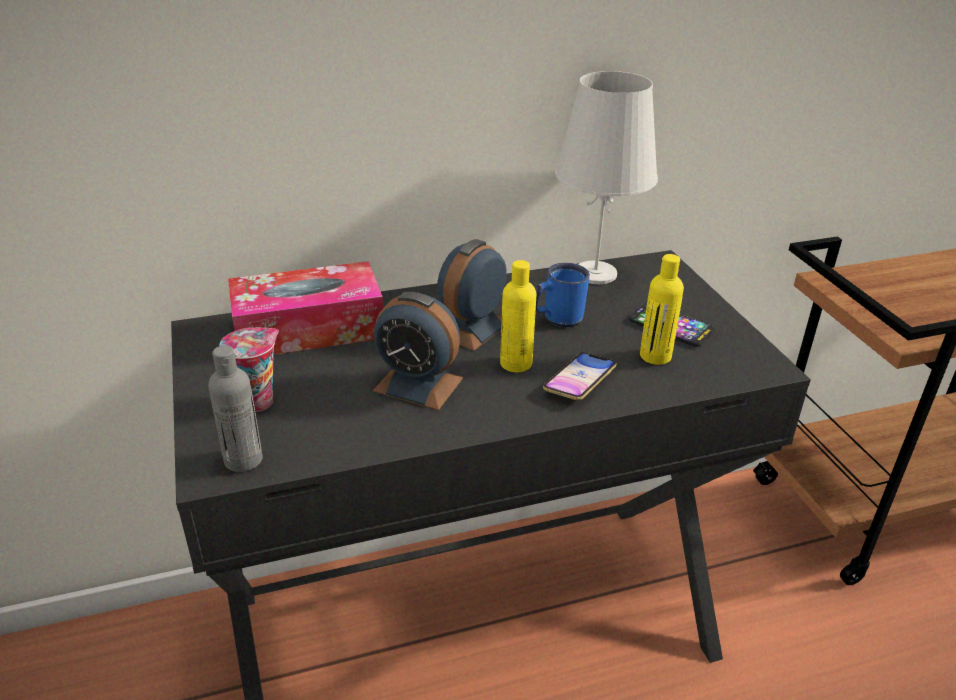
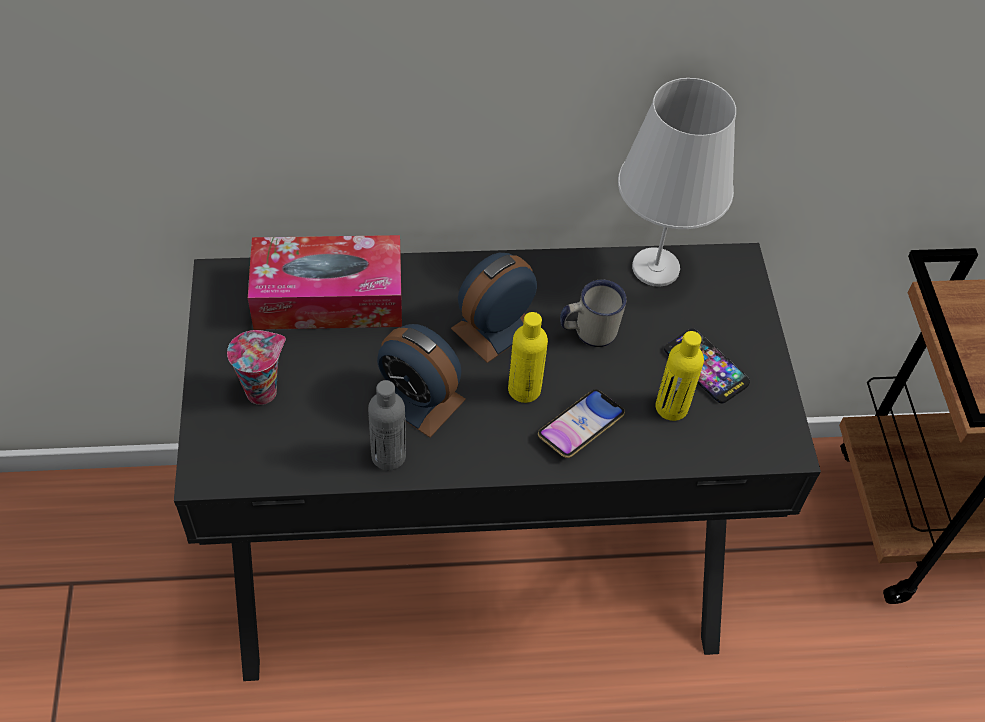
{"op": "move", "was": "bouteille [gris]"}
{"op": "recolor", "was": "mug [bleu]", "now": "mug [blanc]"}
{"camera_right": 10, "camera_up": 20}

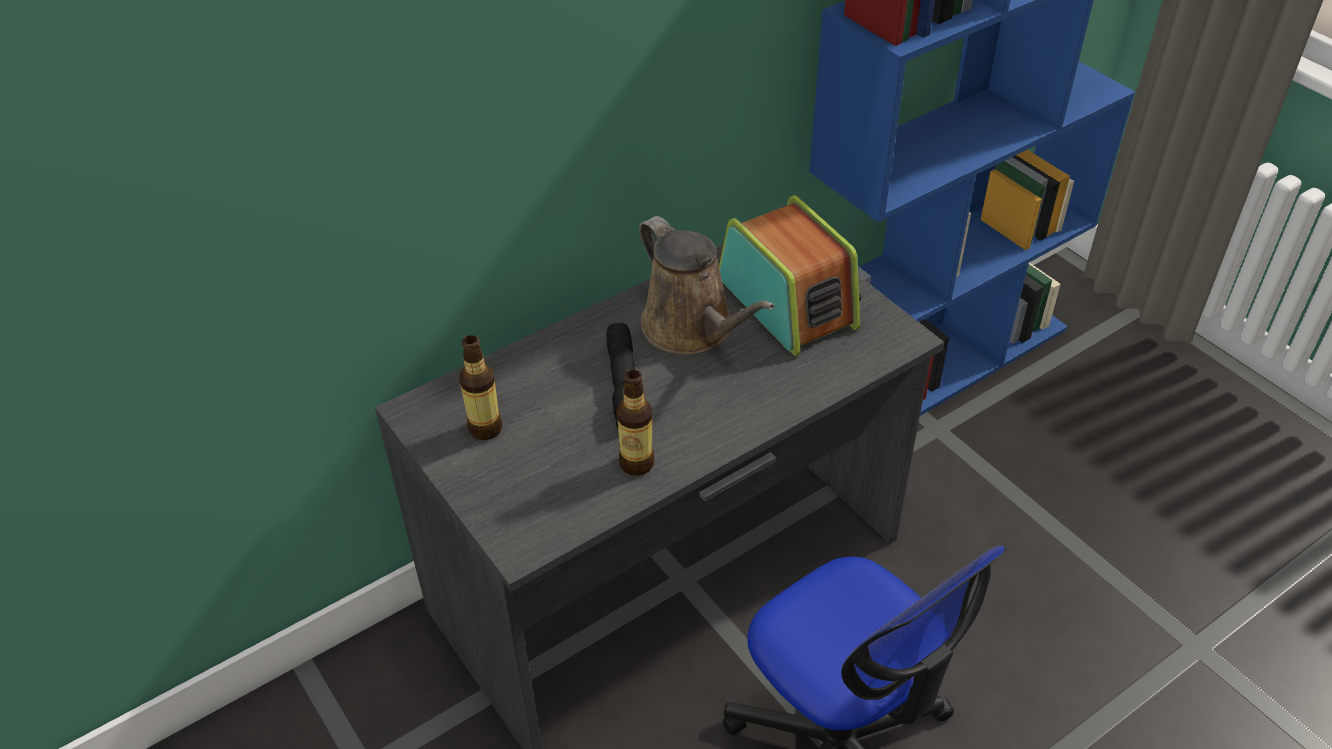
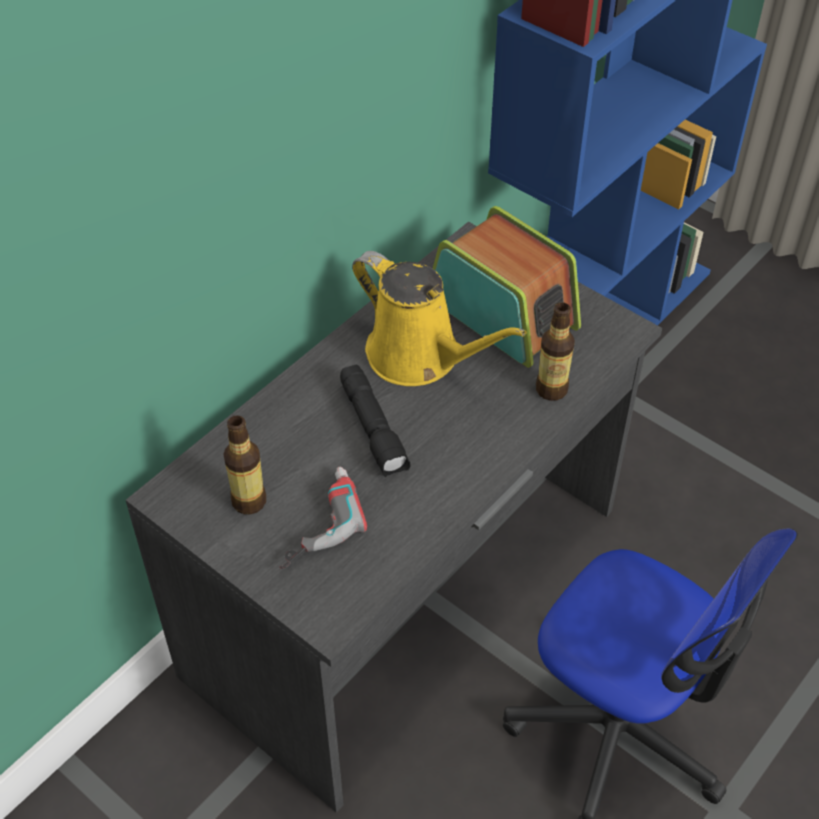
{"op": "insert", "now": "perceuse"}
{"op": "recolor", "was": "arrosoir [marron]", "now": "arrosoir [jaune]"}
{"op": "move", "was": "bouteille (2nd from left)"}
{"camera_right": -15, "camera_up": 5}

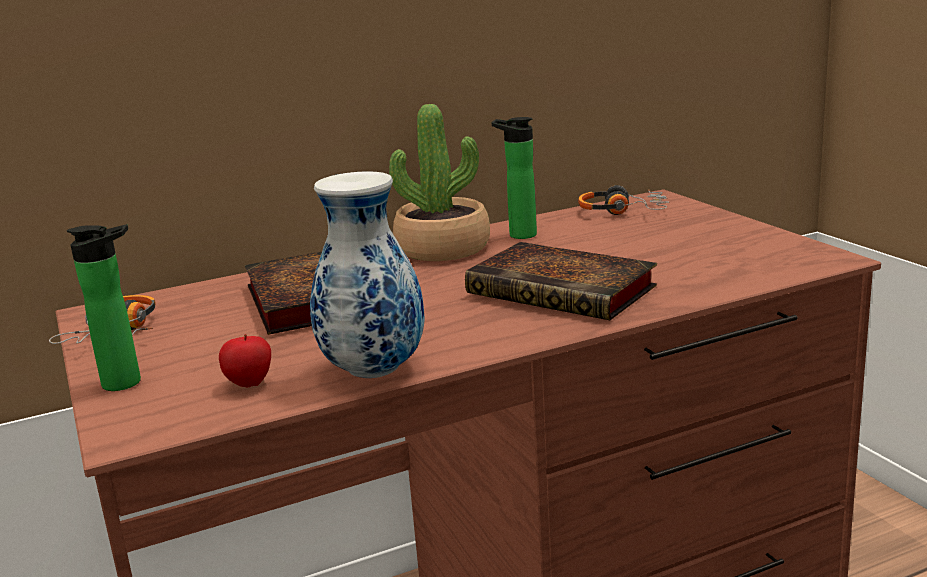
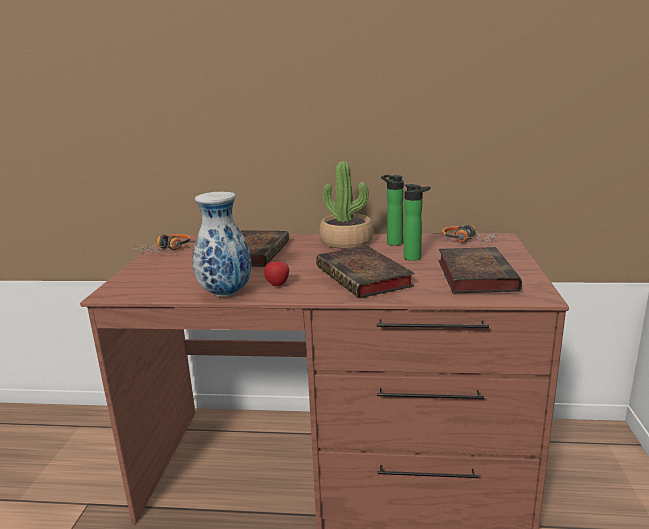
{"op": "move", "was": "pomme"}
{"op": "move", "was": "bouteille (1st from left in the first image)", "now": "bouteille (2nd from left)"}
{"op": "insert", "now": "livre (3rd from left)"}
{"camera_right": 30, "camera_up": 0}

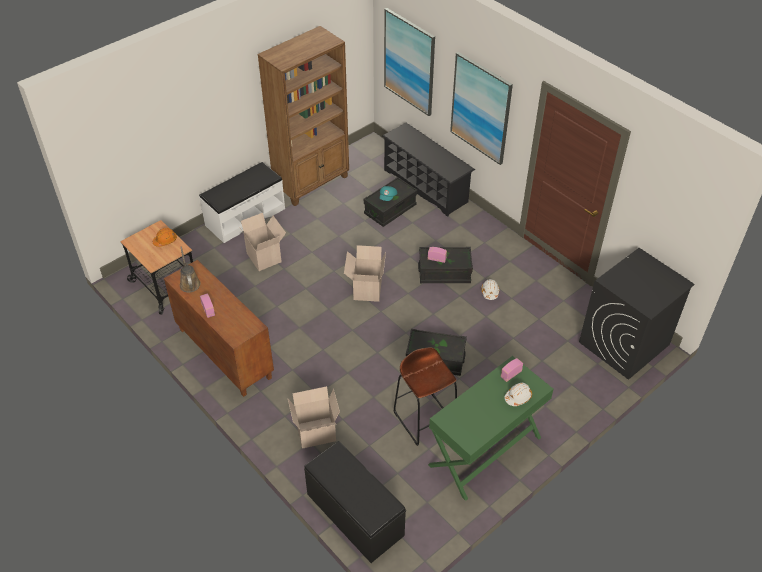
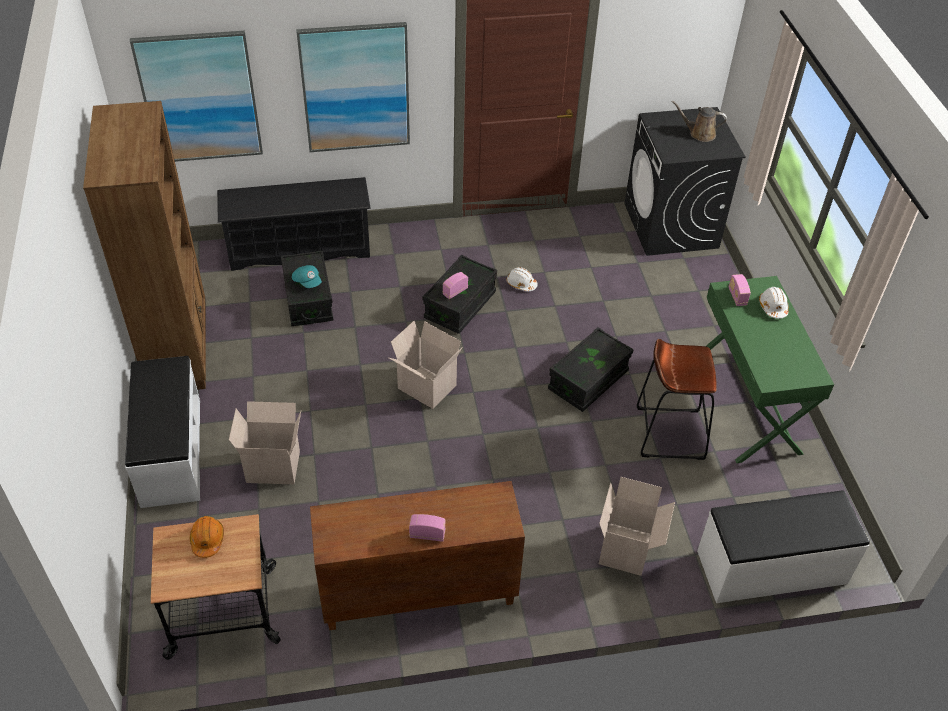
{"op": "move", "was": "arrosoir [marron]"}
{"op": "recolor", "was": "banc [noir]", "now": "banc [blanc] (2nd from left)"}
{"camera_right": -60, "camera_up": 0}

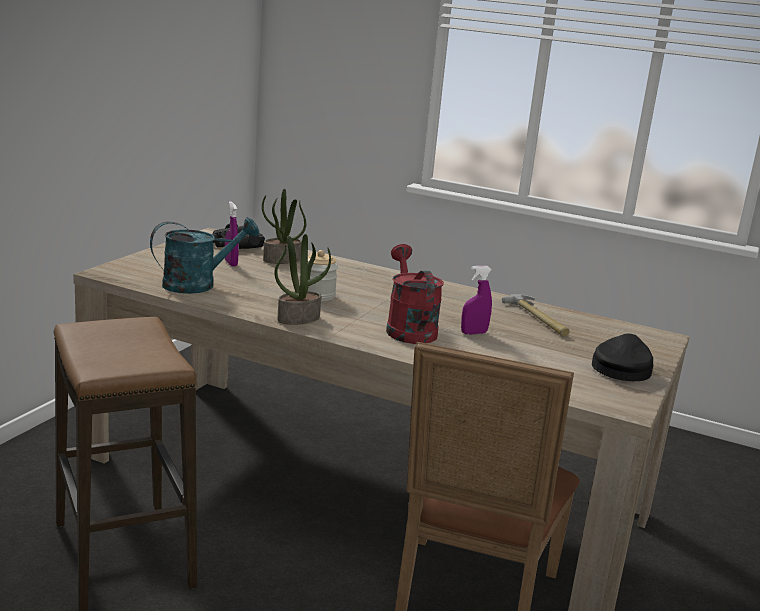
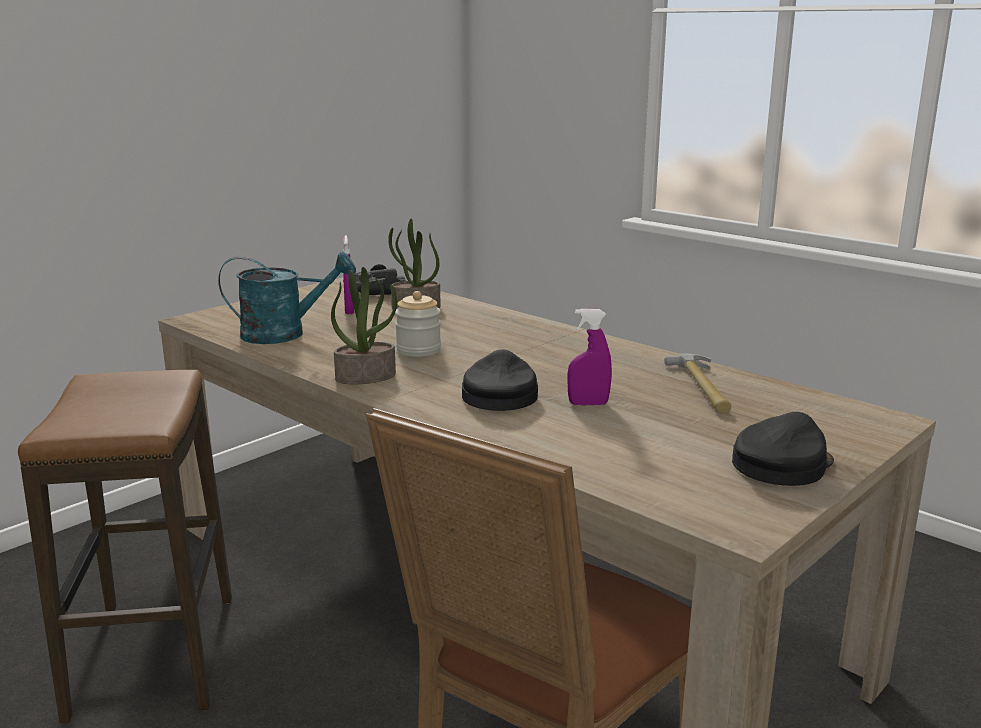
{"op": "replace", "was": "arrosoir [rouge]", "now": "casquette [noir] (1st from left)"}
{"camera_right": 20, "camera_up": 0}

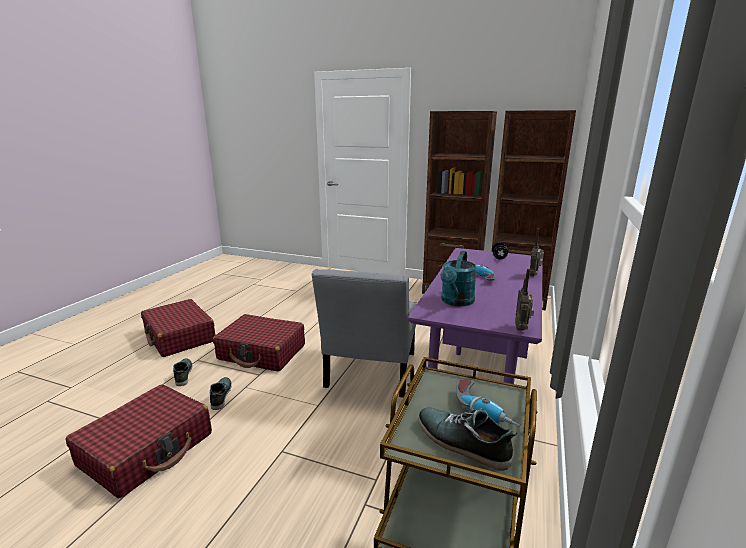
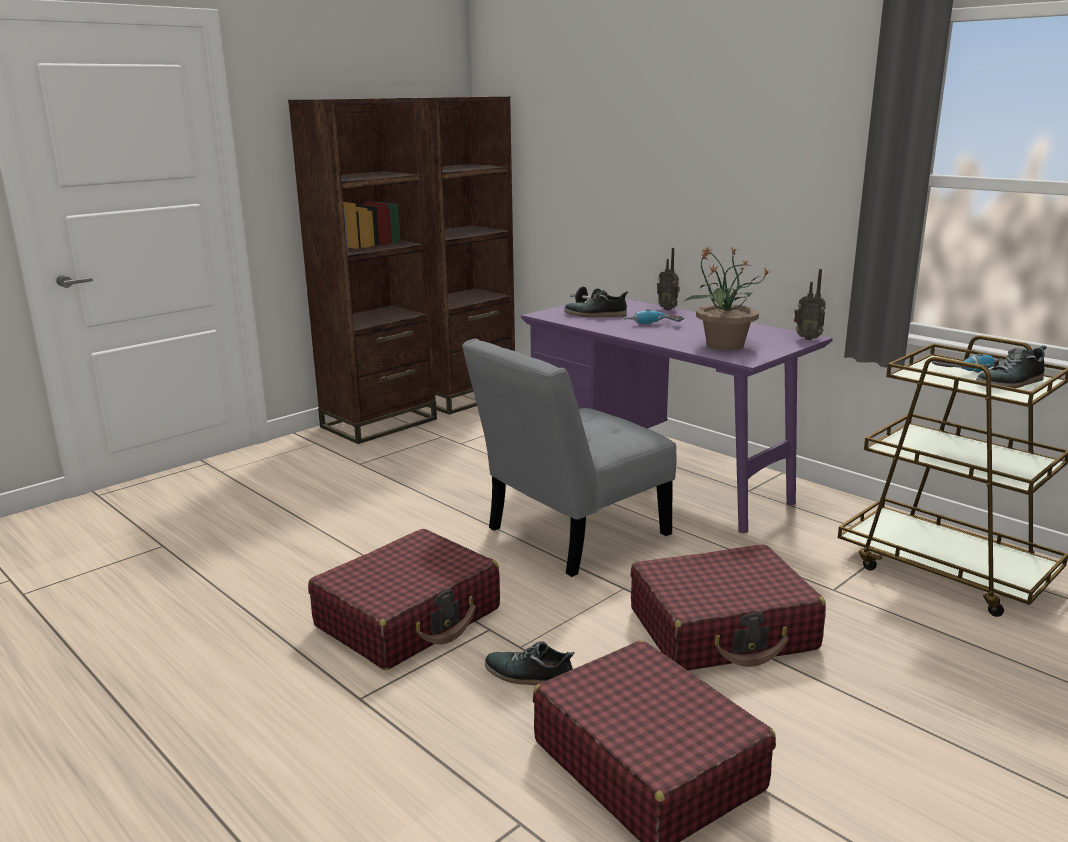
{"op": "rotate", "was": "chaise [gris]", "clockwise": 105}
{"op": "move", "was": "chaussure (1st from left in the first image)", "now": "chaussure (2nd from left)"}
{"op": "move", "was": "valise [rouge] (2nd from left in the first image)", "now": "valise [rouge] (3rd from left)"}
{"op": "replace", "was": "arrosoir [turquoise]", "now": "plante en pot"}
{"camera_right": -65, "camera_up": 0}

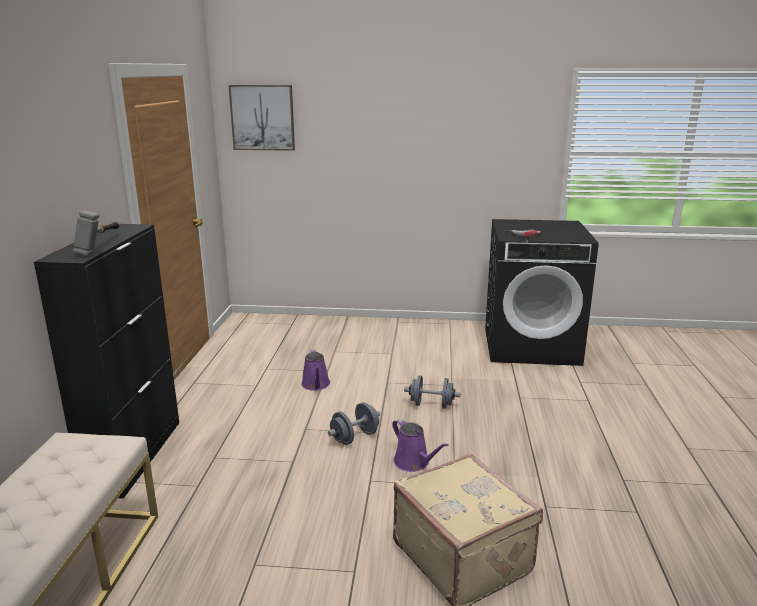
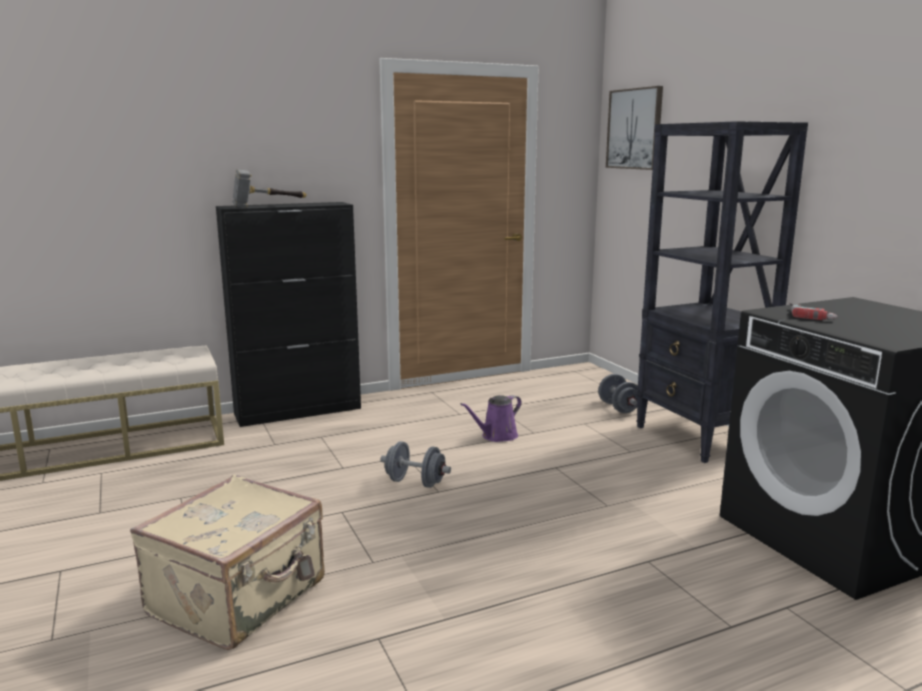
{"op": "move", "was": "haltère [gris] (2nd from left)"}
{"op": "insert", "now": "bibliothèque [noir]"}
{"op": "delete", "was": "arrosoir [violet] (2nd from left)"}
{"camera_right": 60, "camera_up": -5}

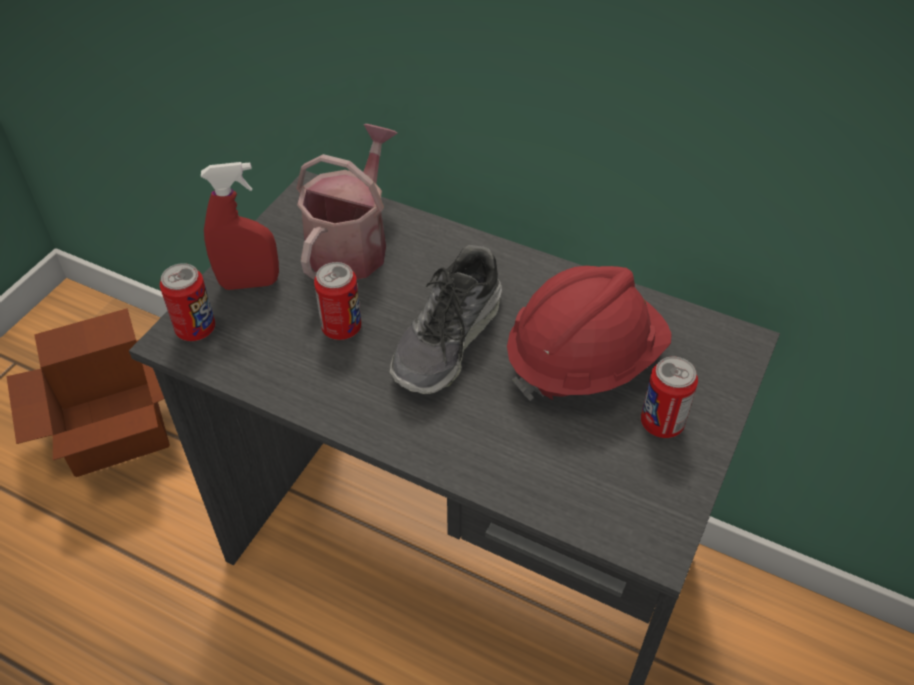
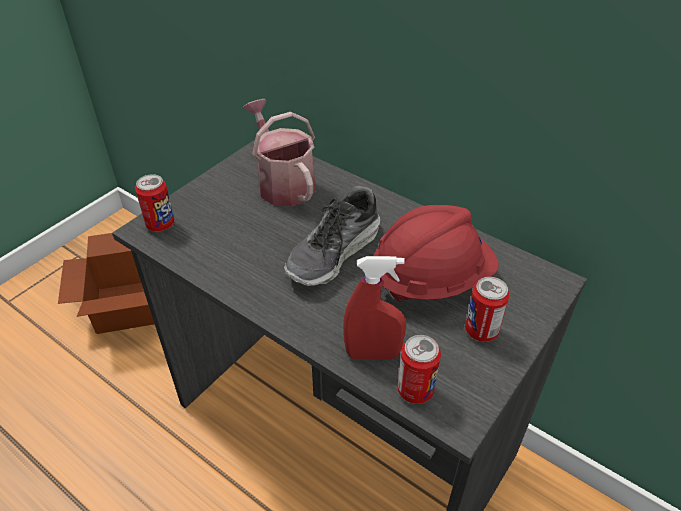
{"op": "rotate", "was": "arrosoir", "clockwise": -60}
{"op": "move", "was": "vaporisateur [rouge]"}
{"op": "move", "was": "boîte métallique (2nd from left)"}
{"camera_right": 10, "camera_up": -5}

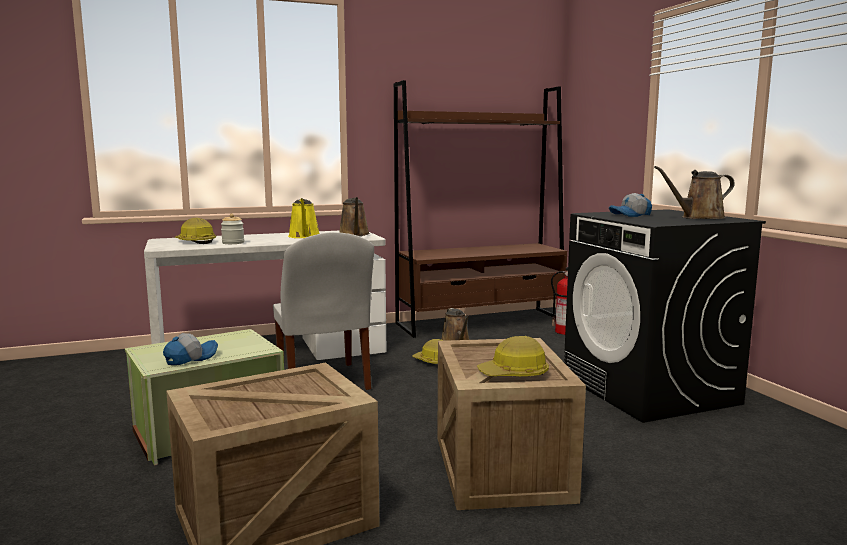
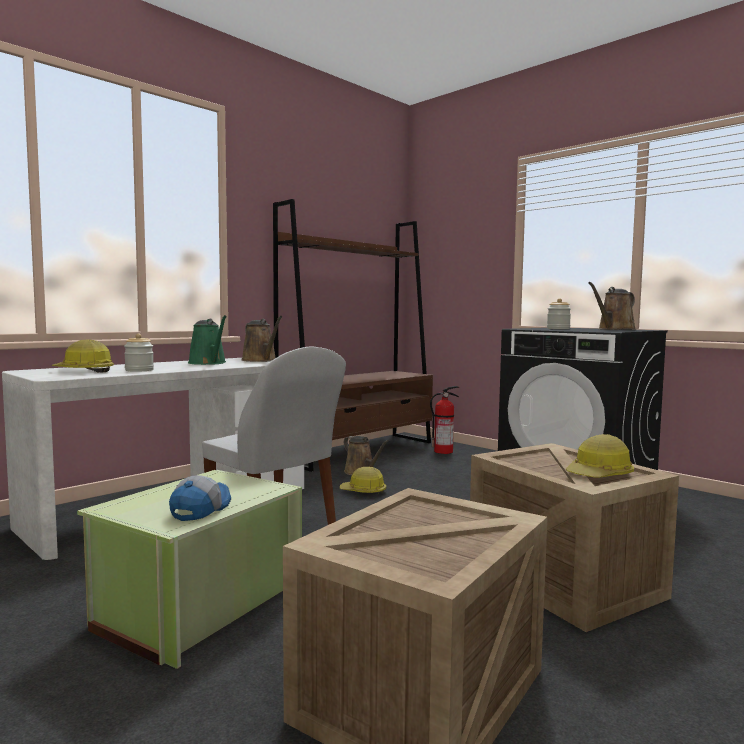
{"op": "recolor", "was": "arrosoir [jaune]", "now": "arrosoir [vert]"}
{"op": "replace", "was": "casquette (2nd from left)", "now": "bocal (2nd from left)"}
{"camera_right": -25, "camera_up": -5}

